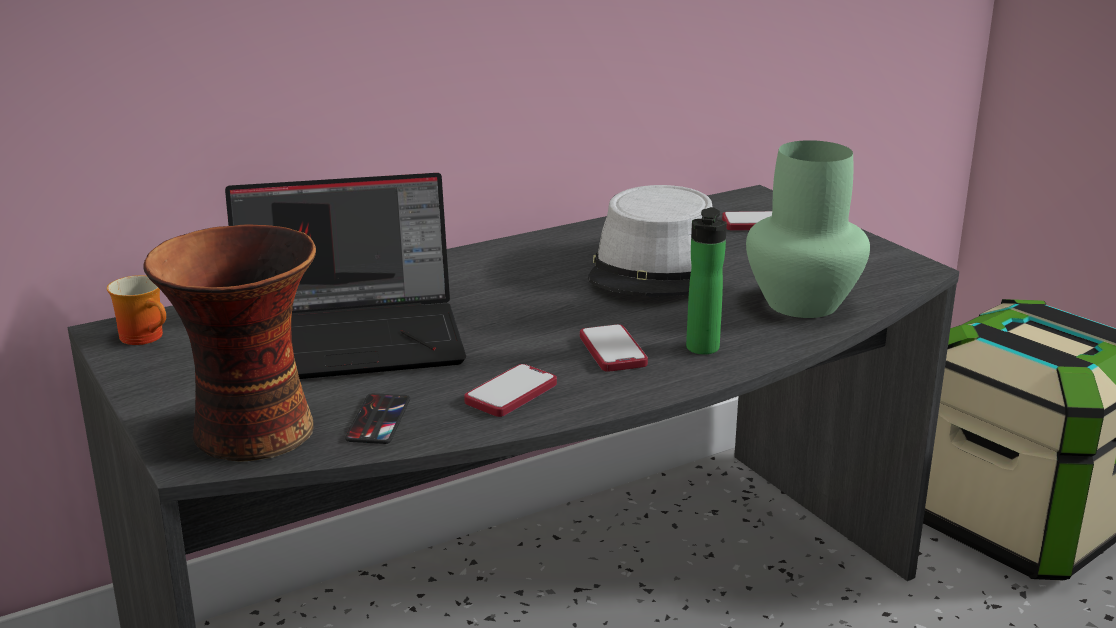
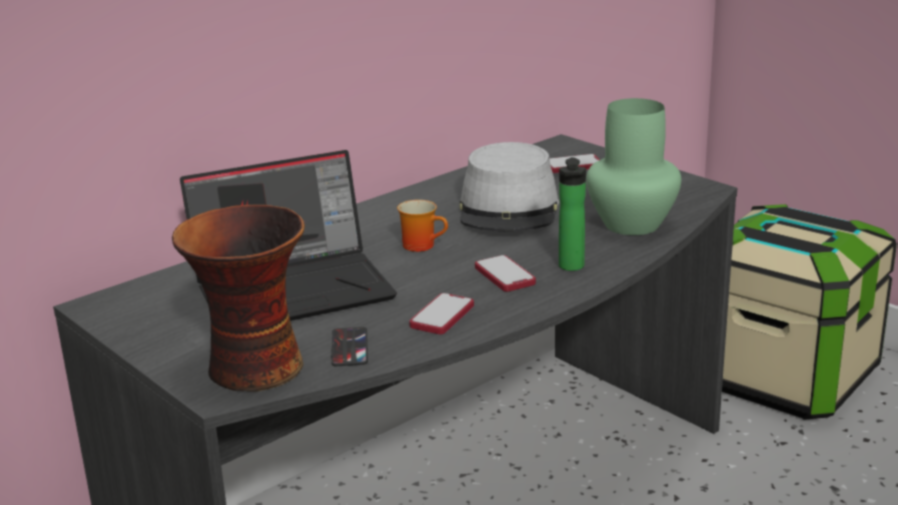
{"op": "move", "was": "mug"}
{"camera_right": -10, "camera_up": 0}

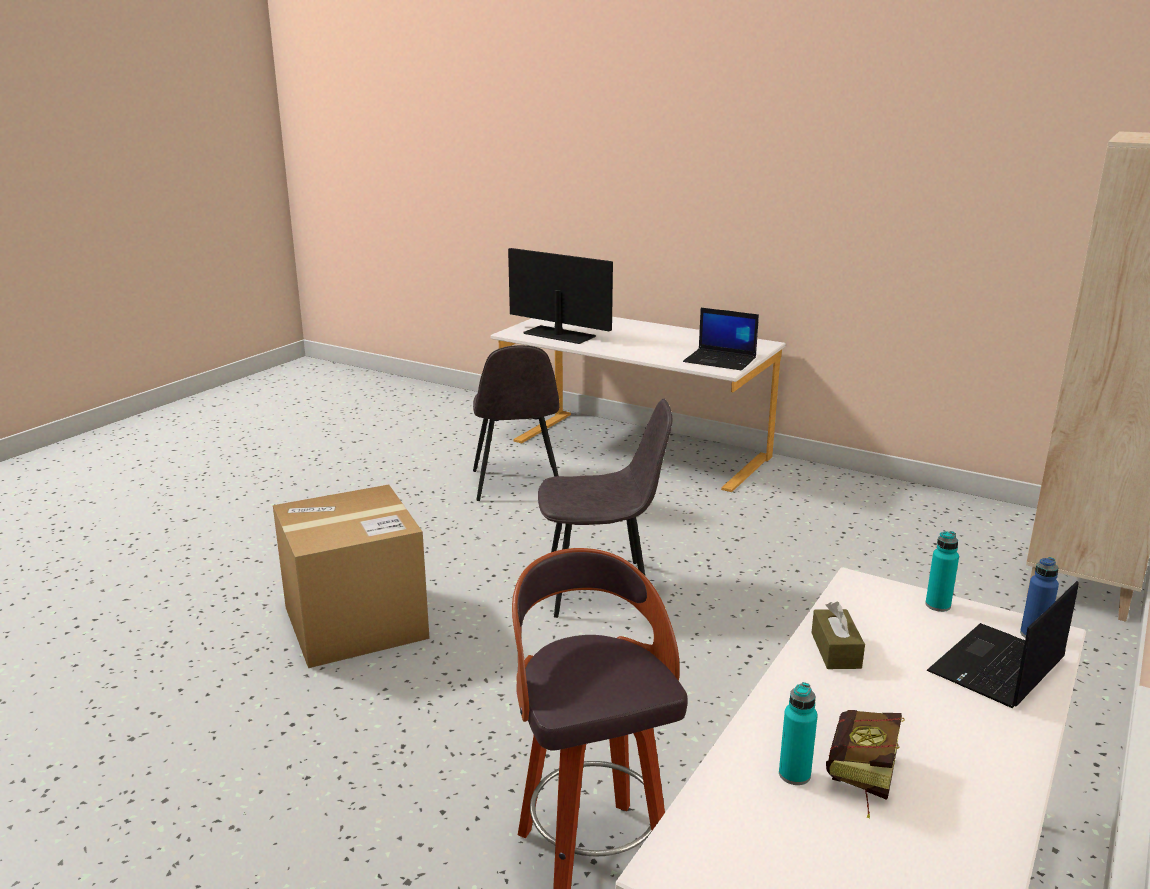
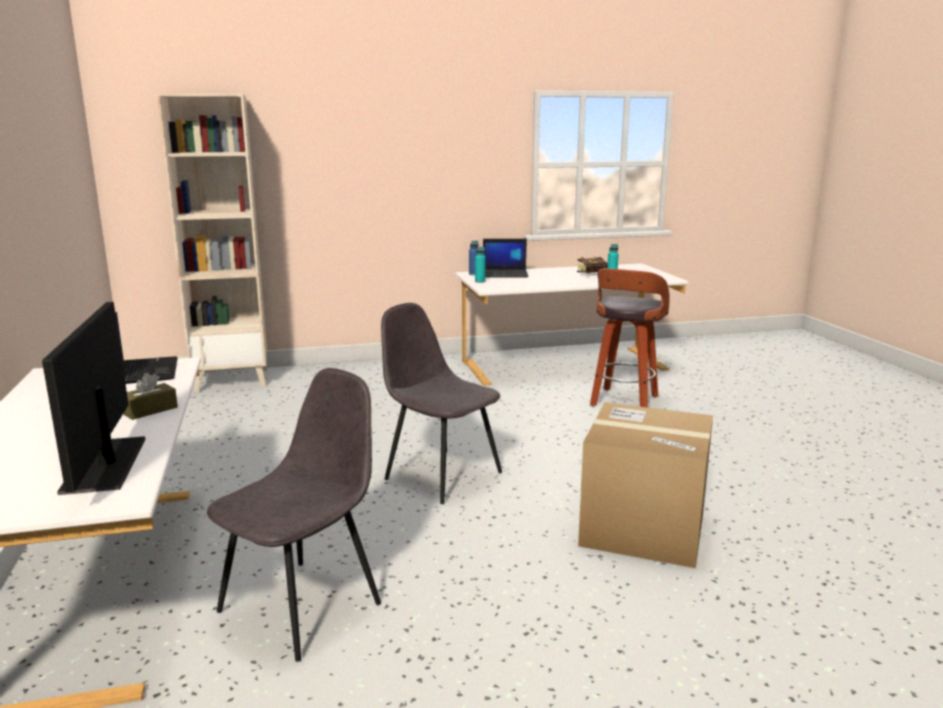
{"op": "move", "was": "boîte à mouchoirs [marron]"}
{"camera_right": -135, "camera_up": -5}

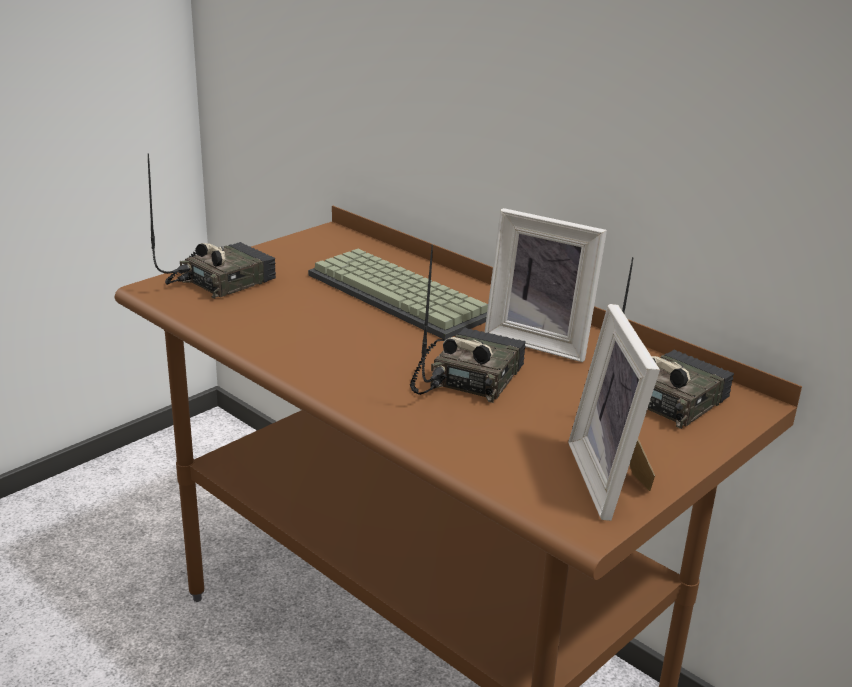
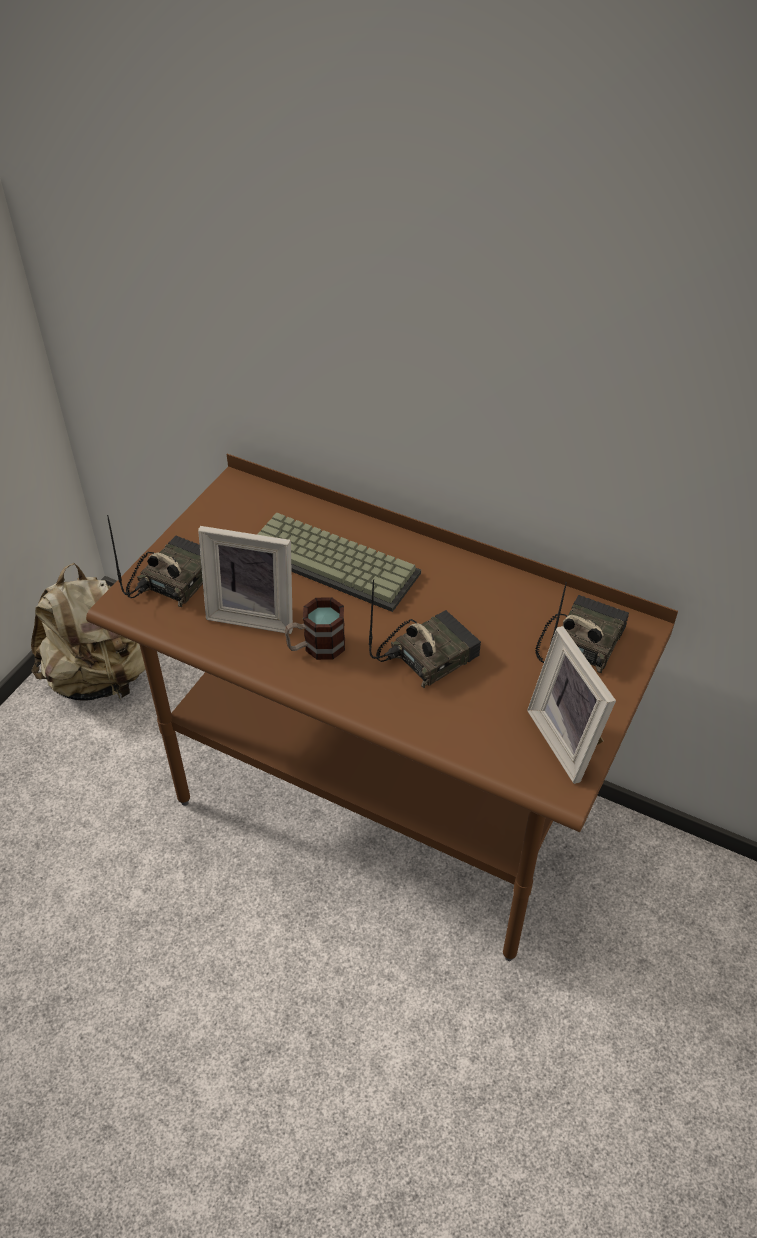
{"op": "insert", "now": "sac à dos [beige]"}
{"op": "move", "was": "cadre photo (1st from left)"}
{"op": "insert", "now": "mug"}
{"op": "rotate", "was": "radio (2nd from left)", "clockwise": 45}
{"camera_right": -15, "camera_up": 20}

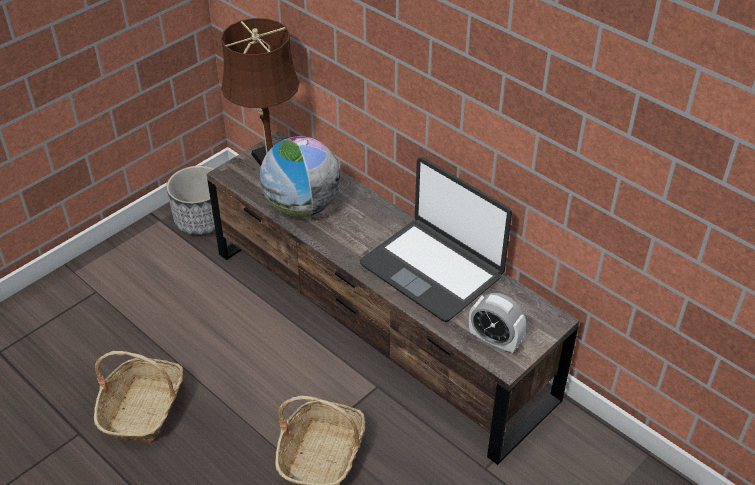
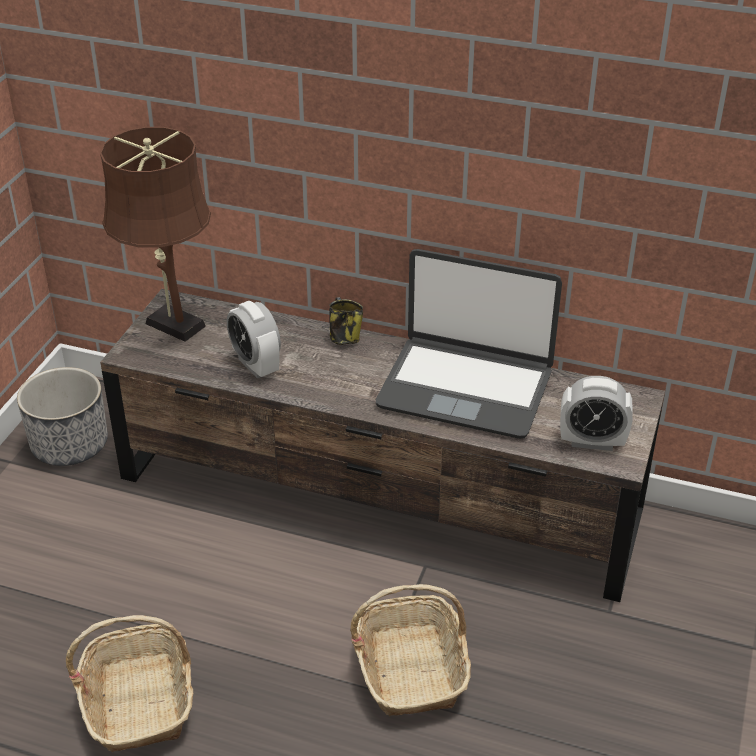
{"op": "replace", "was": "globe", "now": "réveil (1st from left)"}
{"op": "insert", "now": "mug"}
{"camera_right": -25, "camera_up": -5}

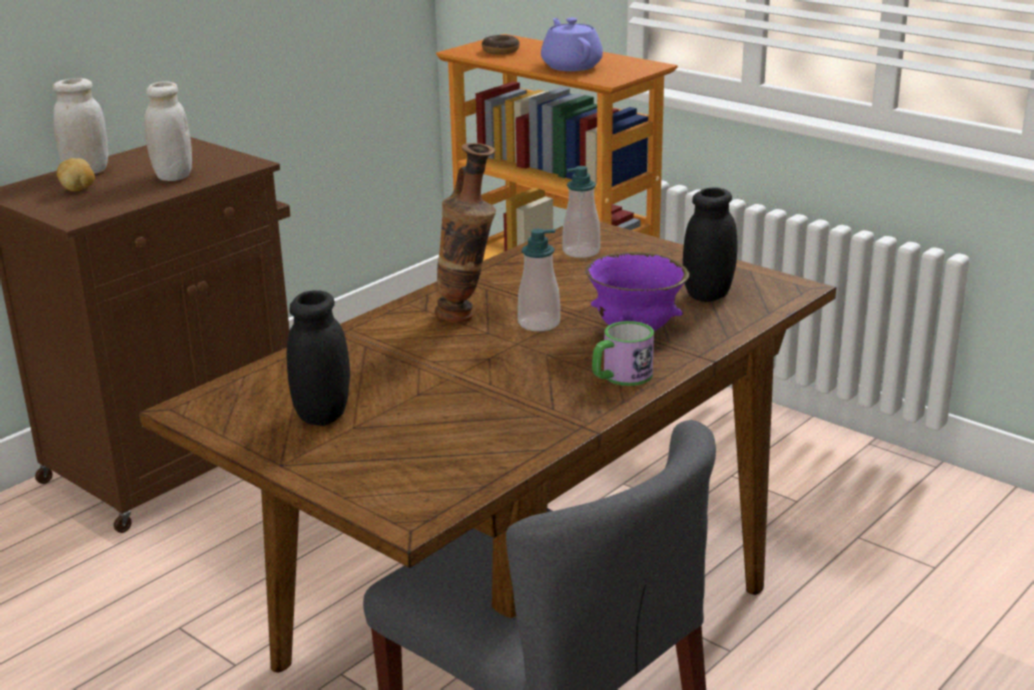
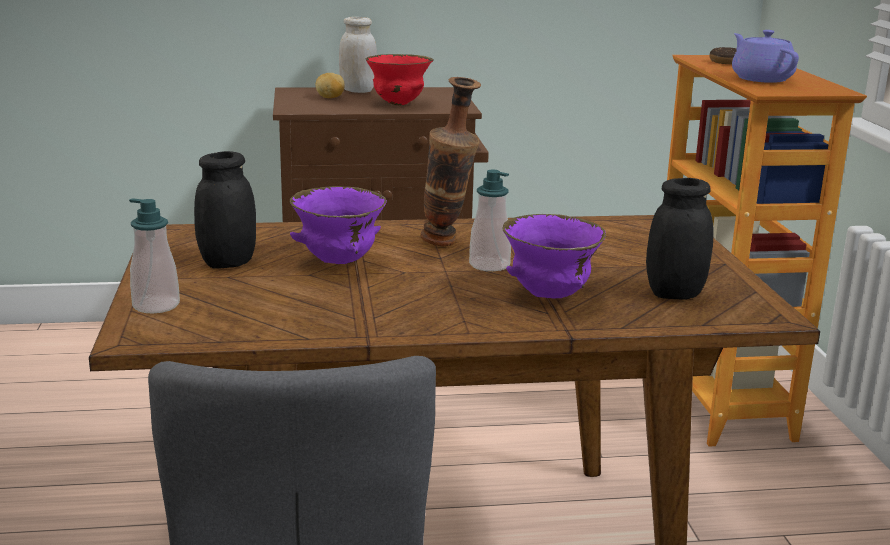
{"op": "move", "was": "distributeur de savon (2nd from left in the first image)", "now": "distributeur de savon (1st from left)"}
{"op": "insert", "now": "bol [violet] (1st from left)"}
{"op": "replace", "was": "bocal [blanc] (2nd from left)", "now": "bol [rouge]"}
{"op": "rotate", "was": "théière [violet]", "clockwise": -45}
{"op": "delete", "was": "mug"}
{"camera_right": 40, "camera_up": -5}

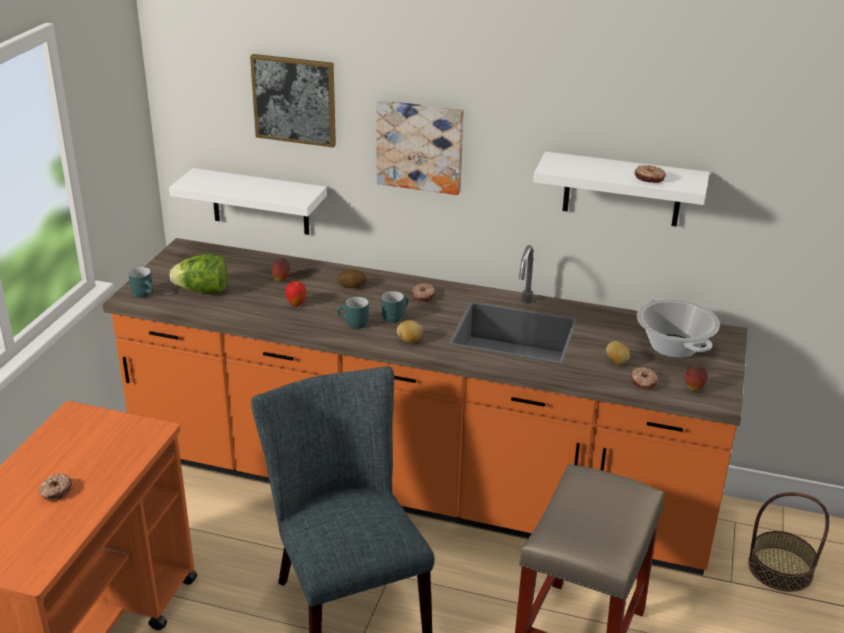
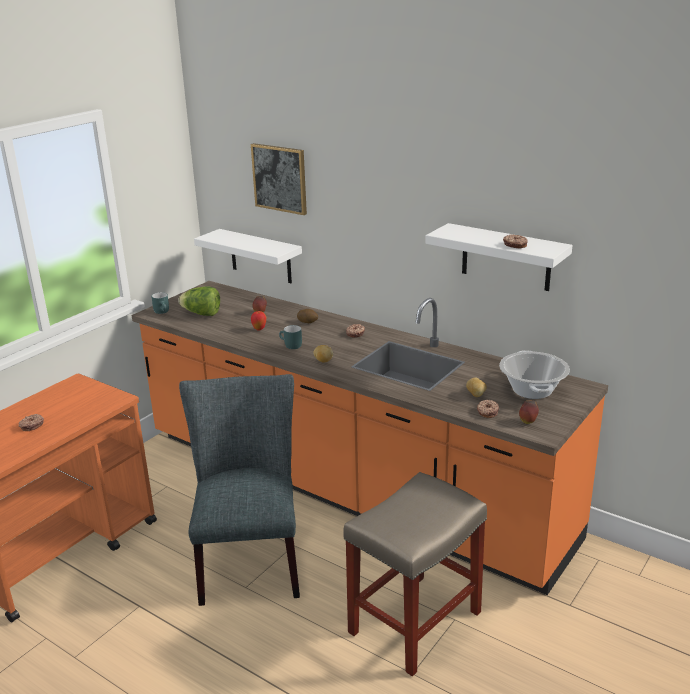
{"op": "delete", "was": "tableau (2nd from left)"}
{"op": "delete", "was": "mug [turquoise] (3rd from left)"}
{"op": "delete", "was": "panier"}
{"camera_right": 20, "camera_up": -5}

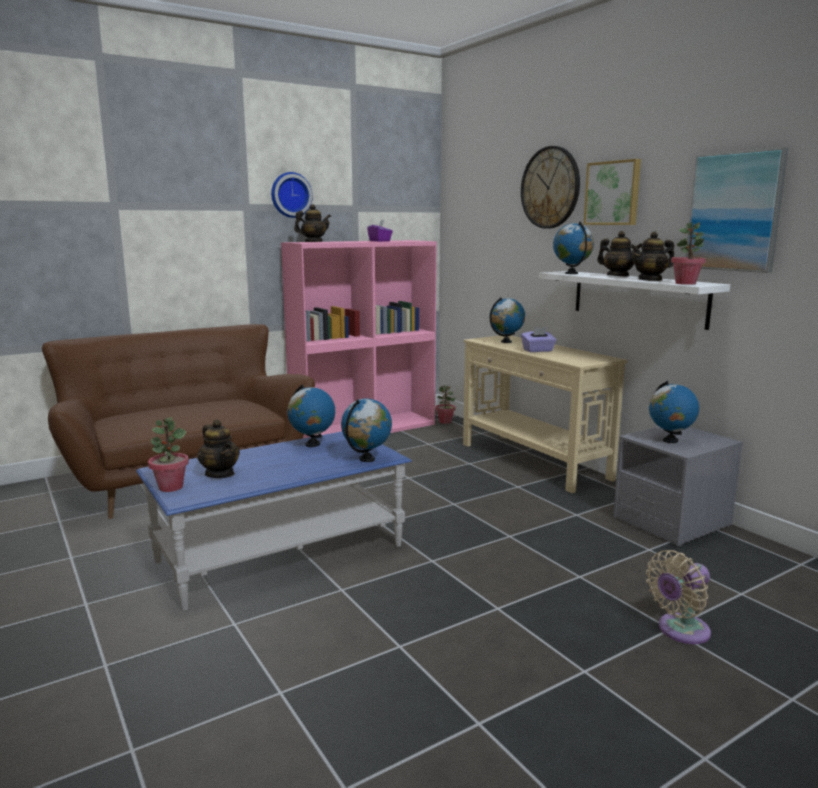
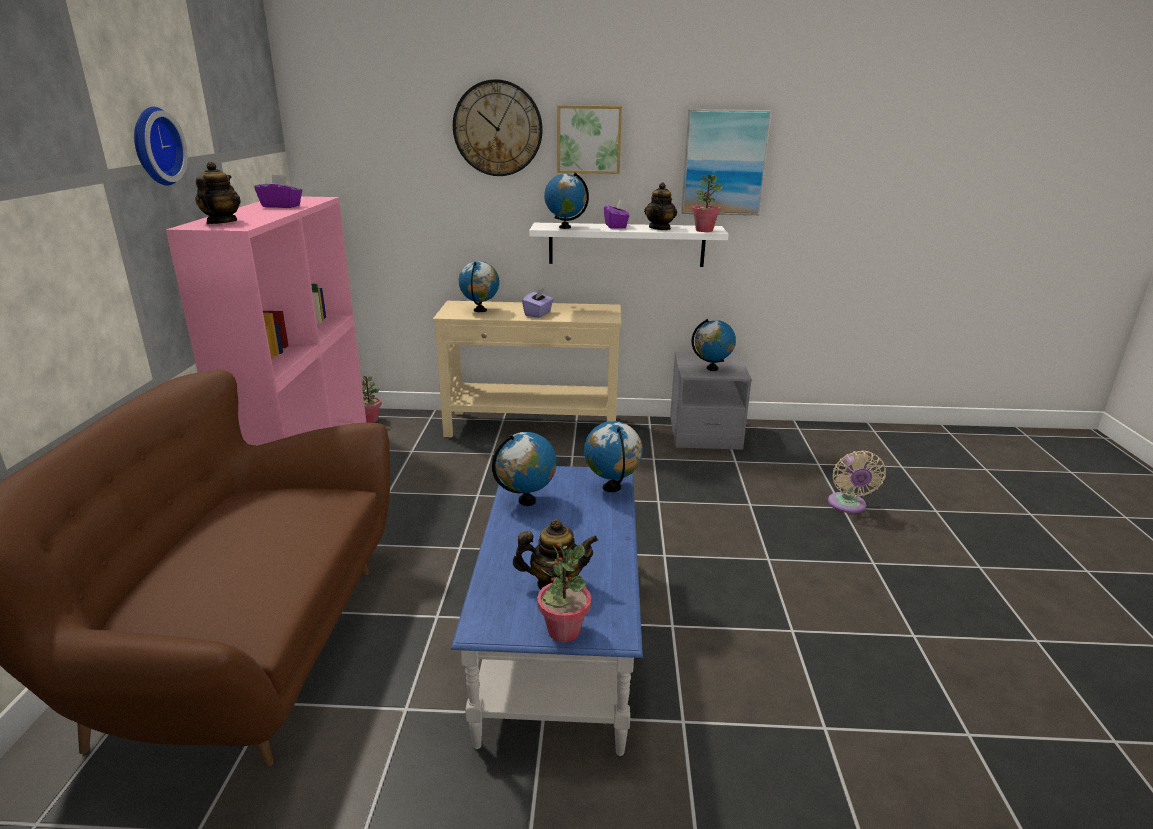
{"op": "replace", "was": "théière (3rd from left)", "now": "boîte à mouchoirs [violet] (3rd from left)"}
{"camera_right": -55, "camera_up": 10}

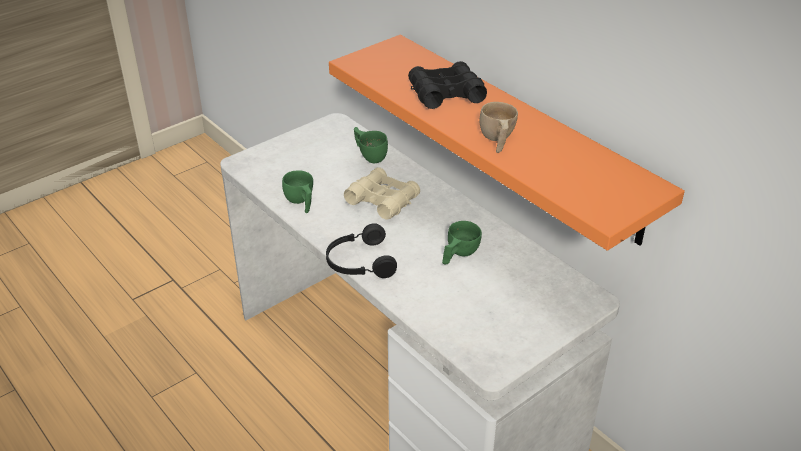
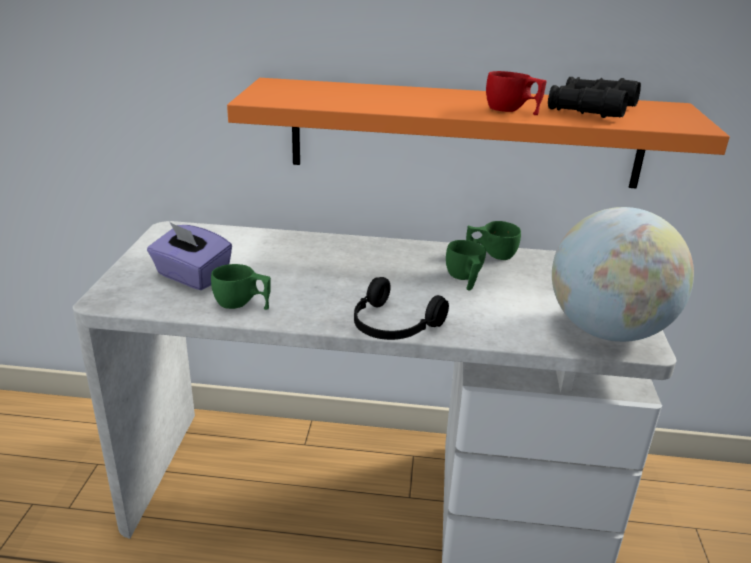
{"op": "insert", "now": "boîte à mouchoirs [violet]"}
{"op": "move", "was": "tasse [vert] (2nd from left in the first image)", "now": "tasse [vert] (3rd from left)"}
{"op": "recolor", "was": "tasse [beige]", "now": "tasse [rouge]"}
{"op": "move", "was": "jumelles [noir]"}
{"op": "insert", "now": "globe"}
{"op": "delete", "was": "jumelles [beige]"}
{"camera_right": -45, "camera_up": -10}

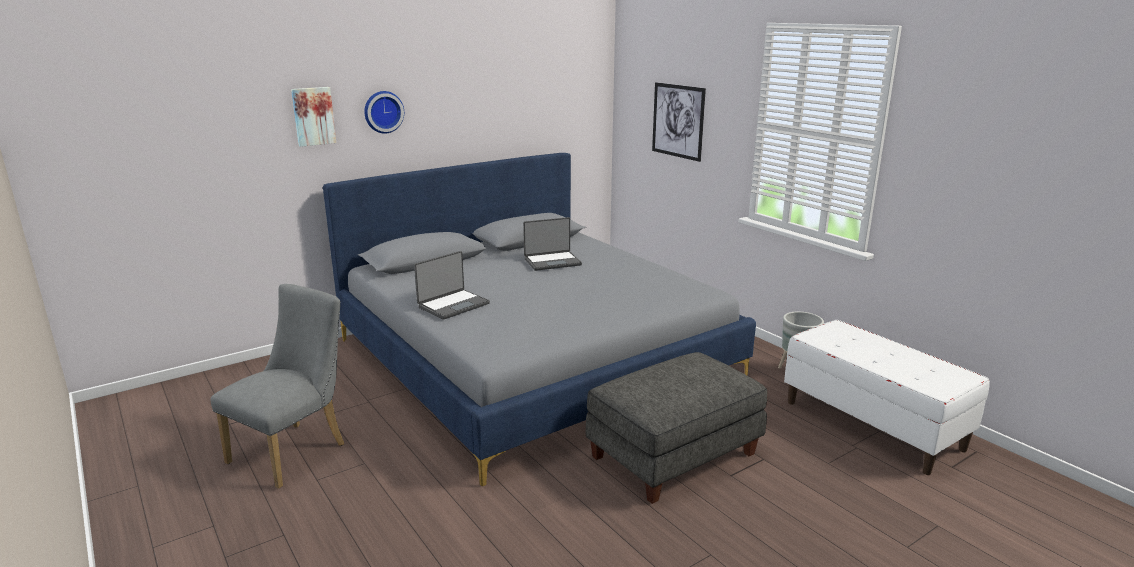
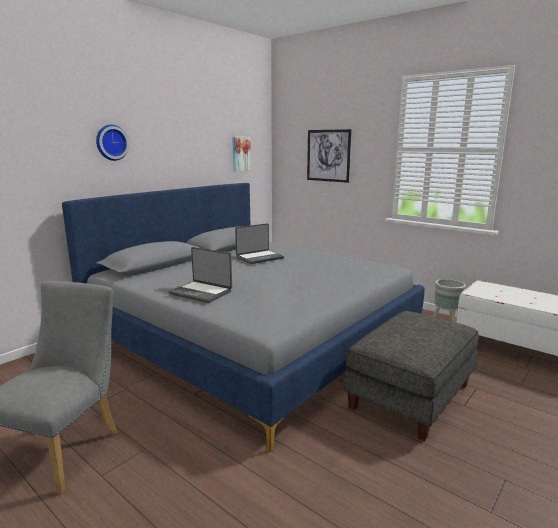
{"op": "rotate", "was": "ordinateur portable (1st from left)", "clockwise": 90}
{"op": "move", "was": "tableau (1st from left)"}
{"camera_right": -15, "camera_up": -5}

